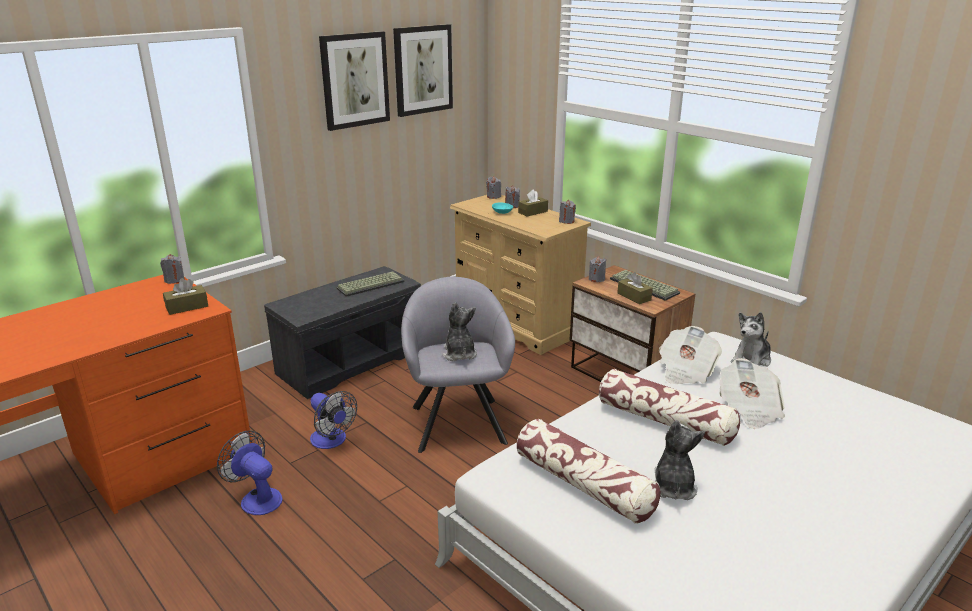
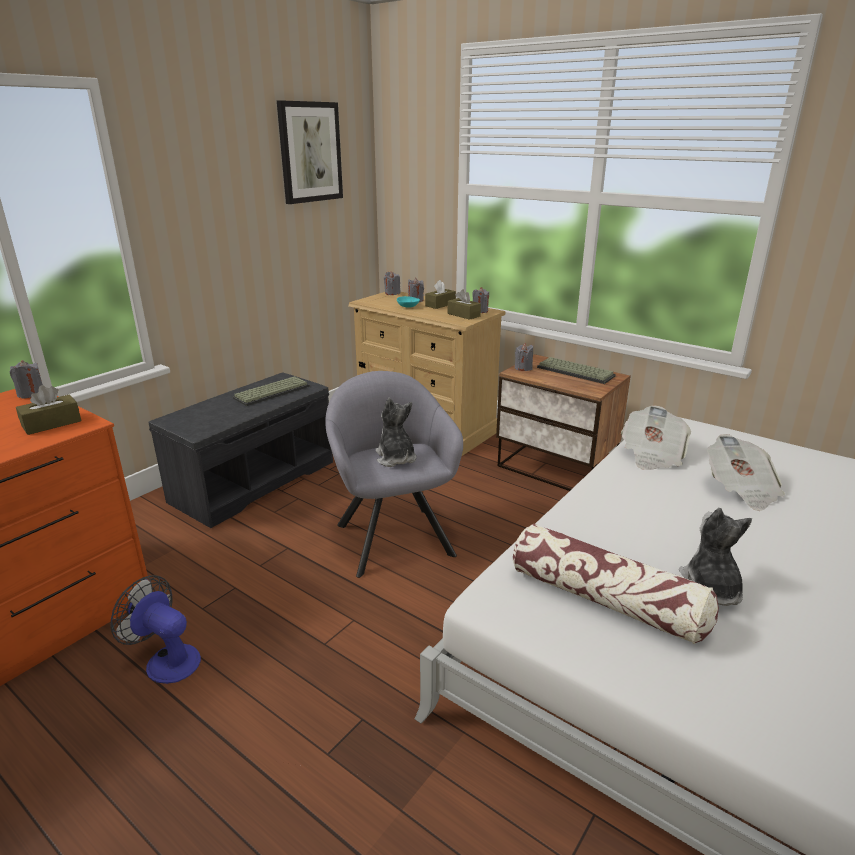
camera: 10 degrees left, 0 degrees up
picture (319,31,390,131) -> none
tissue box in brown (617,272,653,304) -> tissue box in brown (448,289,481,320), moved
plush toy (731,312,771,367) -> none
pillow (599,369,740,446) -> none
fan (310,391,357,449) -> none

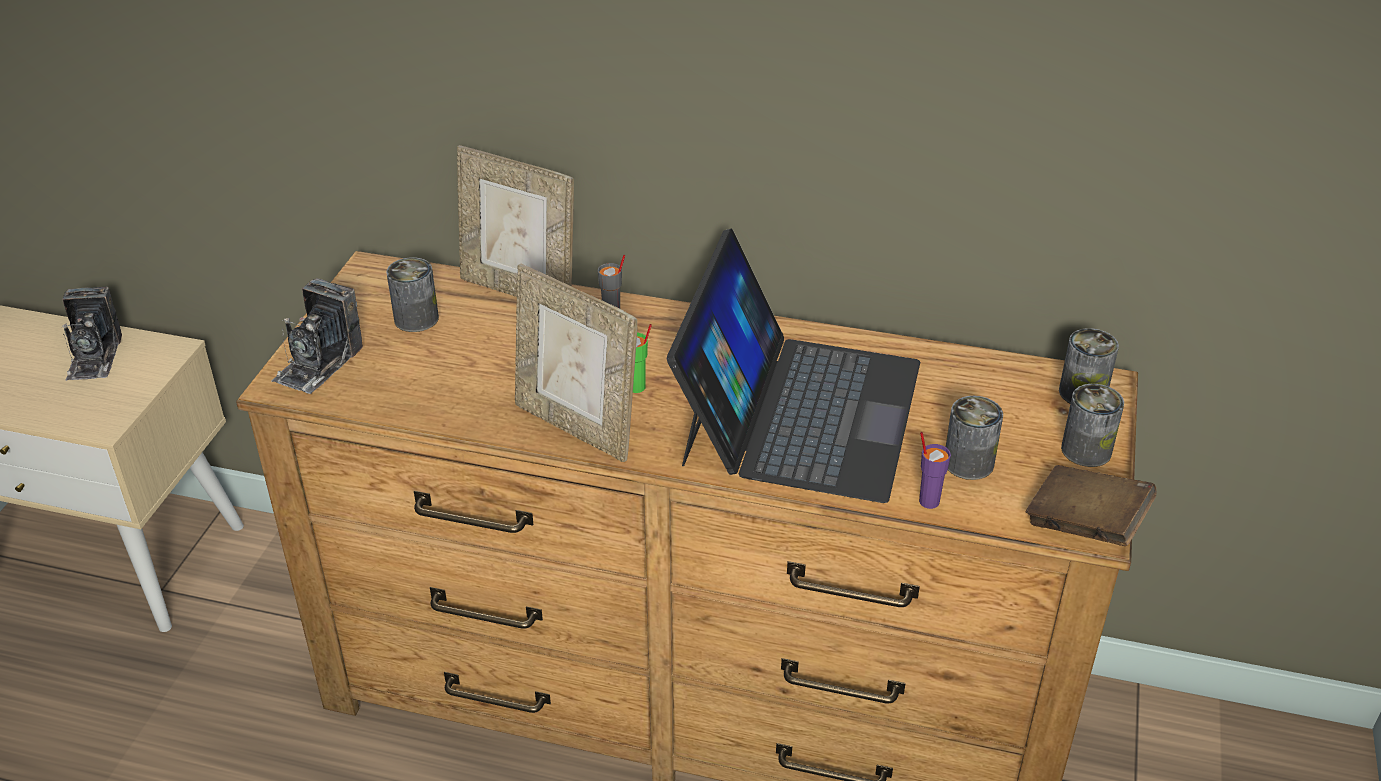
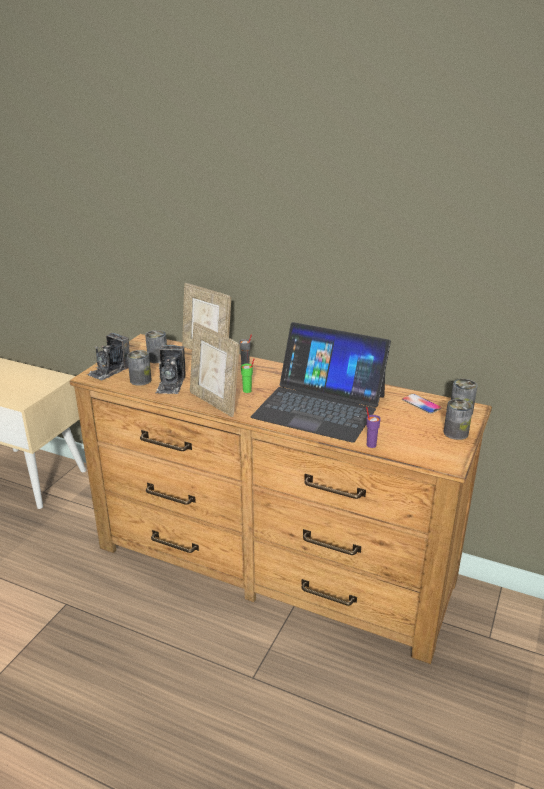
camera: 10 degrees right, 10 degrees down
laptop (667,229,920,503) -> laptop (251,322,391,443), 90 degrees clockwise
photo camera (62,287,122,381) -> photo camera (156,345,185,394), moved
can (946,396,1003,480) -> can (127,350,152,386), moved
book in brown (1026,465,1156,546) -> none
none -> phone (402,394,441,414)

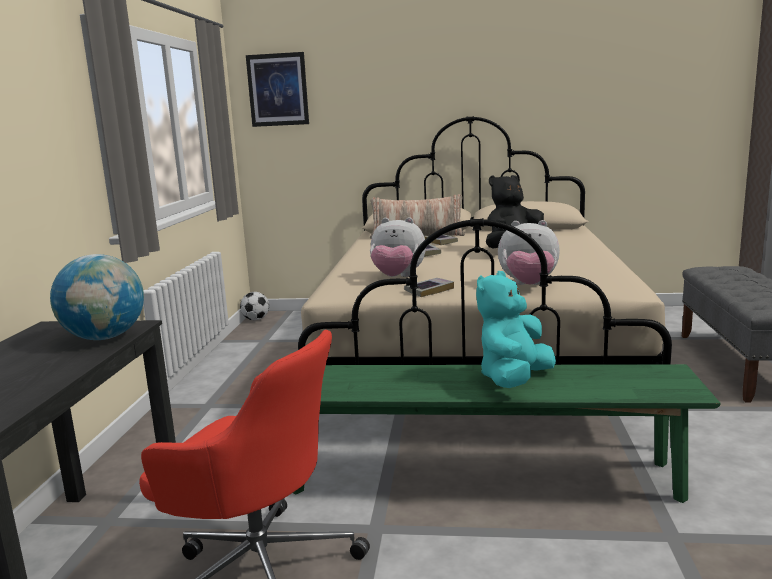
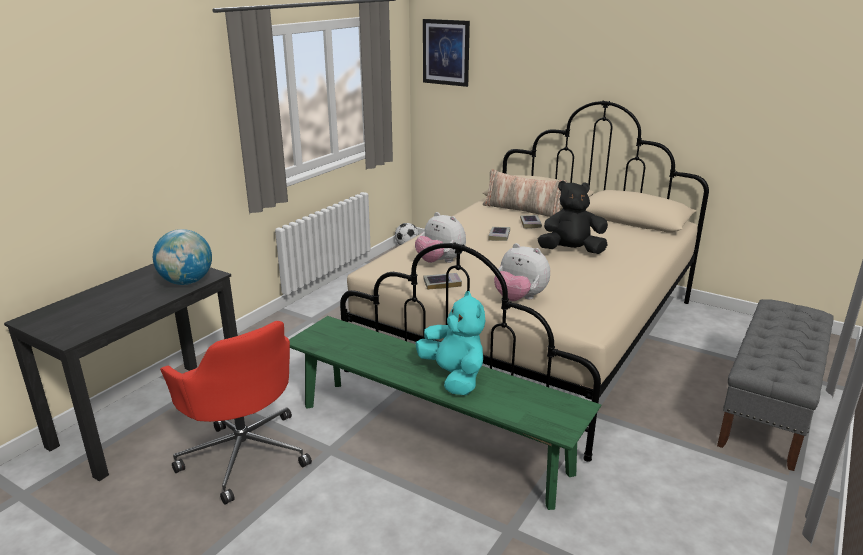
camera: 25 degrees right, 10 degrees up
plush toy in turquoise (476,271,556,388) -> plush toy in turquoise (415,291,485,395), 90 degrees clockwise

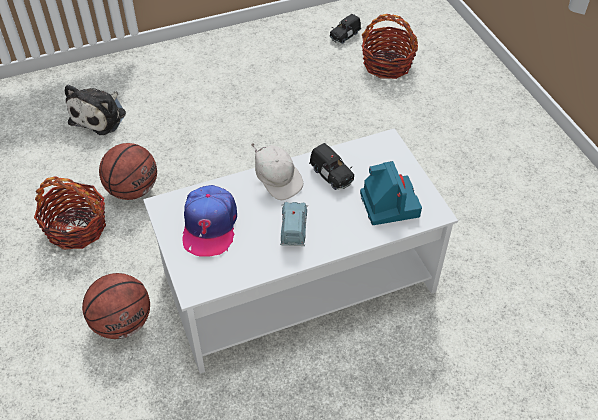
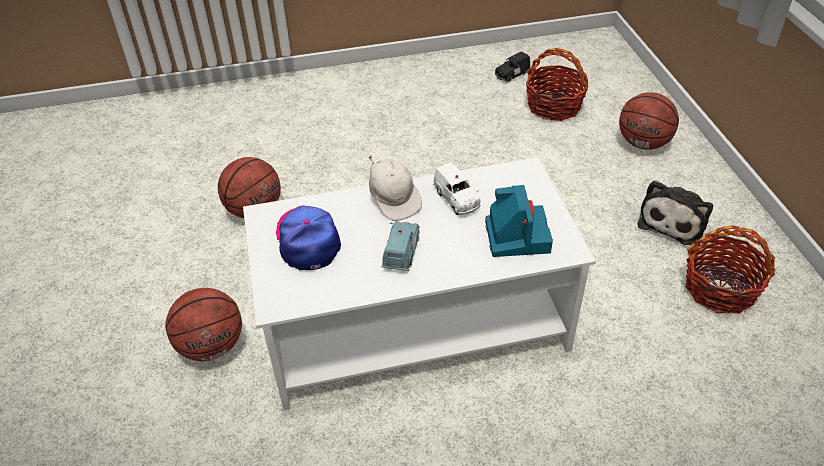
camera: 10 degrees right, 5 degrees down
plush toy (65,84,126,135) -> plush toy (637,180,713,245), moved
toy car in black (309,143,354,190) -> toy car in white (433,162,481,215)
basket (34,176,106,250) -> basket (685,225,775,314), moved
cap (183,185,237,256) -> cap (276,205,341,270), 150 degrees clockwise
none -> basketball (619,92,679,150)

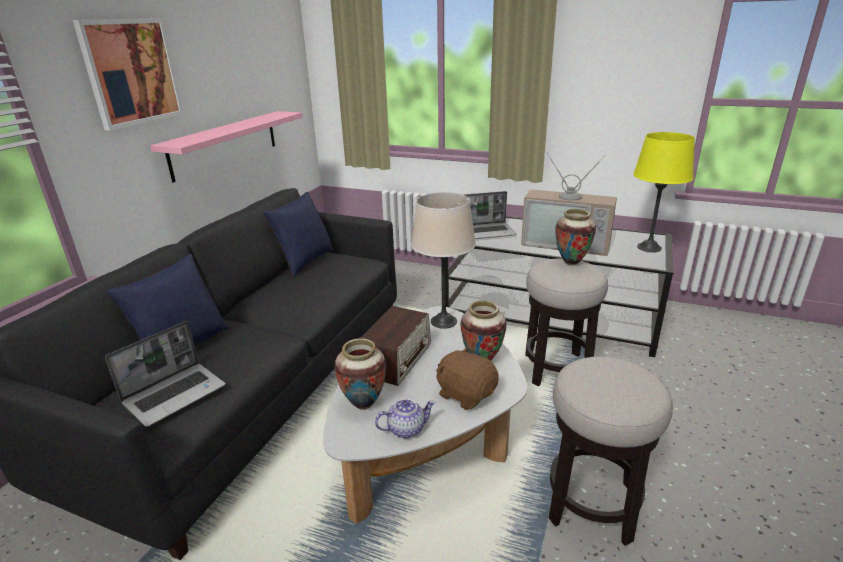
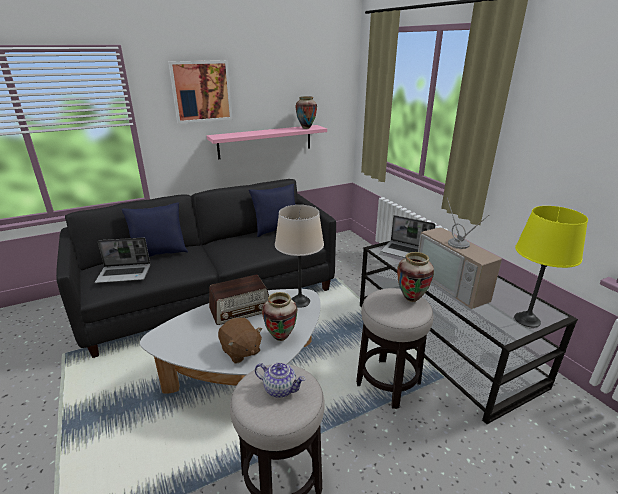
camera: 40 degrees right, 0 degrees up
vase (334,338,386,410) -> vase (295,96,317,129), moved
plush toy in brown (436,346,499,410) -> plush toy in brown (218,318,262,364), 150 degrees clockwise
teapot (375,399,436,438) -> teapot (255,362,305,398), moved

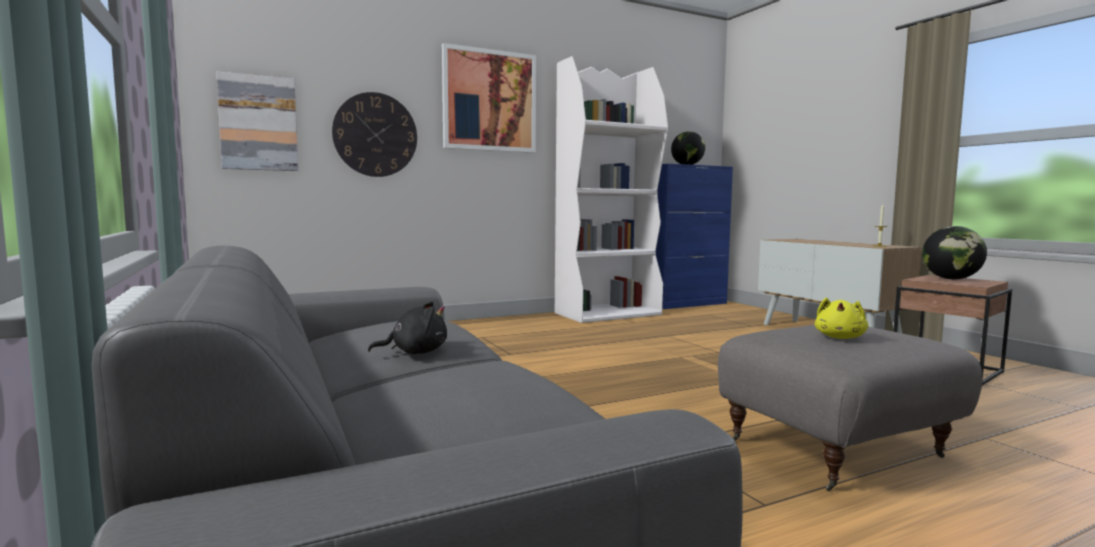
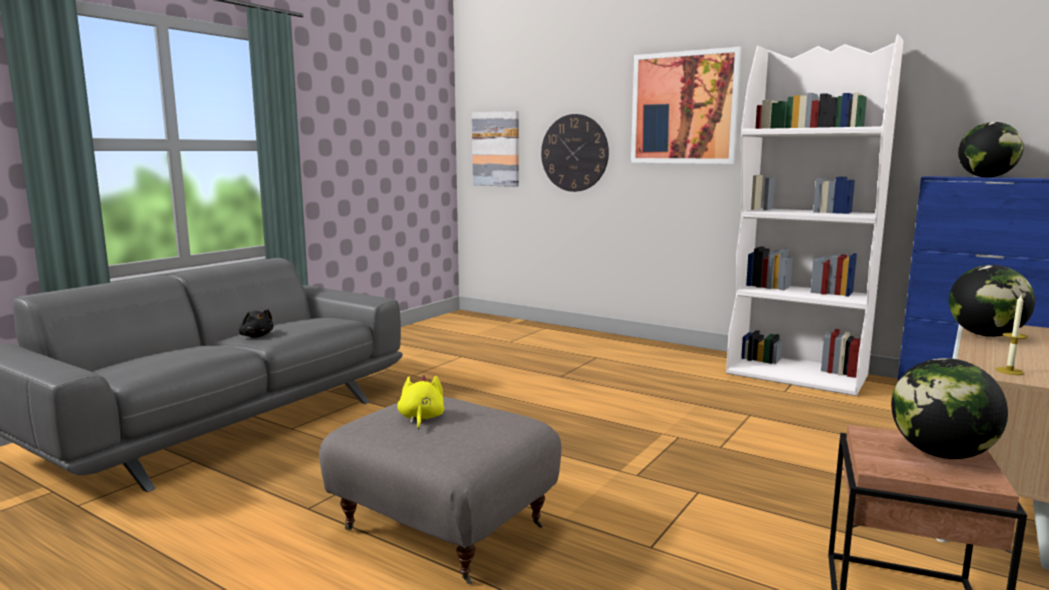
camera: 60 degrees right, 5 degrees up
plush toy in yellow (815,298,868,339) -> plush toy in yellow (397,375,444,429), 90 degrees clockwise
none -> globe (949,265,1035,337)

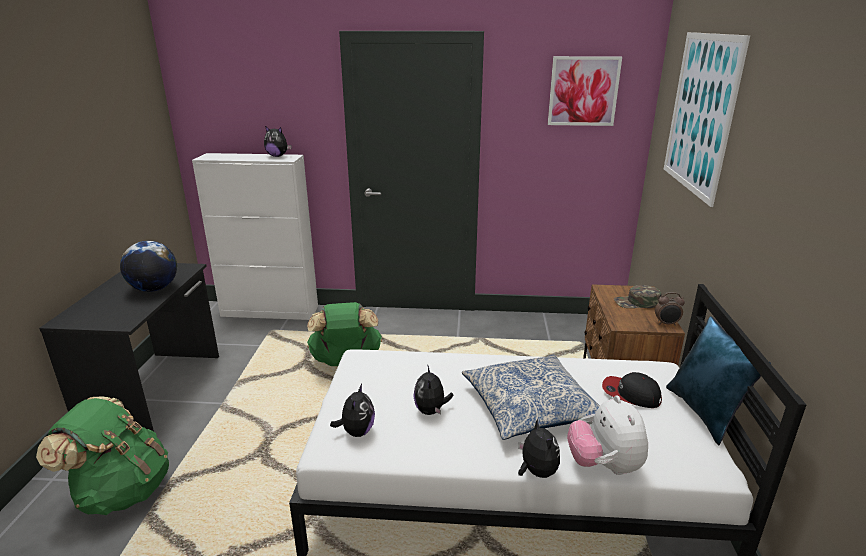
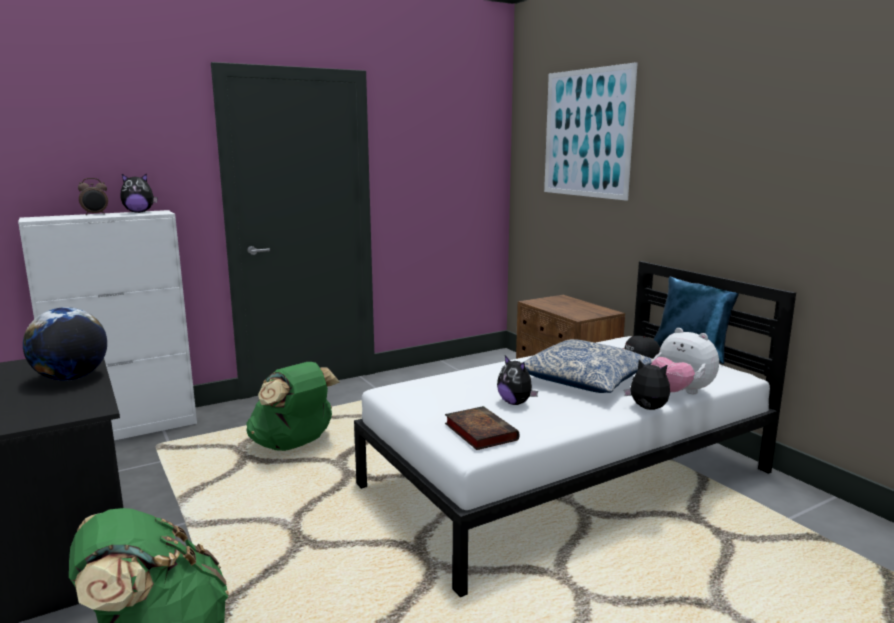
camera: 35 degrees left, 10 degrees down
picture (548,56,622,126) -> none
cap in green (614,285,662,308) -> none
alarm clock (655,292,685,326) -> alarm clock (78,178,108,215), moved
plush toy (330,384,375,437) -> book (445,406,519,450)

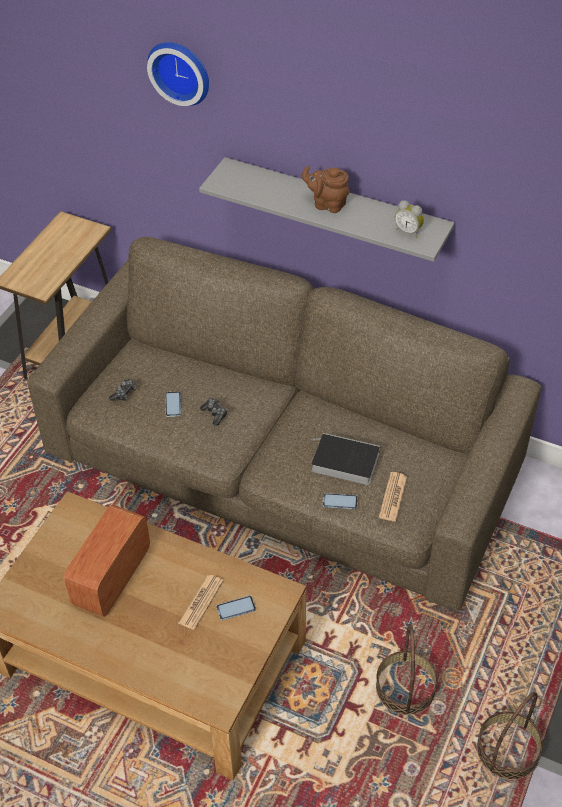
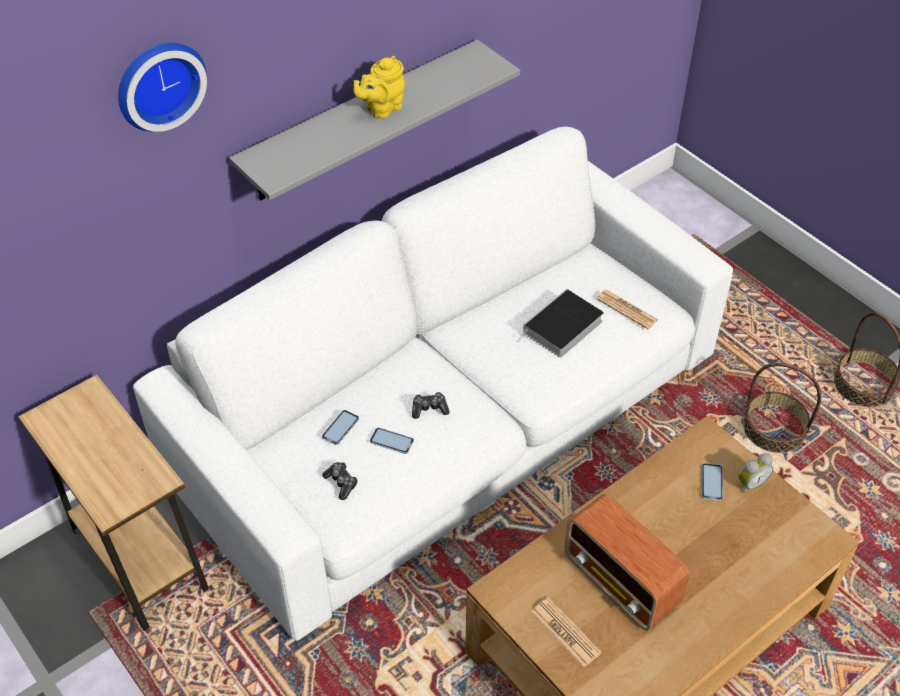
camera: 65 degrees left, 0 degrees up
teapot in brown (302,166,350,213) -> teapot in yellow (353,56,405,119)
alarm clock (395,200,424,238) -> alarm clock (738,453,773,493), moved
sofa in brown (27,237,541,611) -> sofa in white (133,127,733,641)
phone (323,493,358,509) -> phone (322,410,359,445), moved
newspaper (178,575,223,630) -> newspaper (531,597,602,667), moved

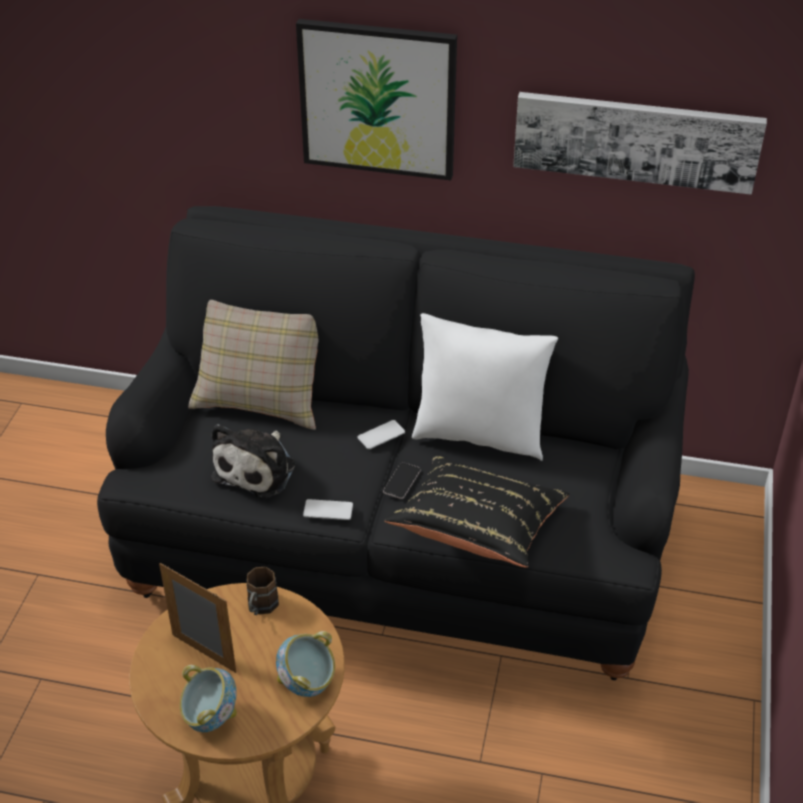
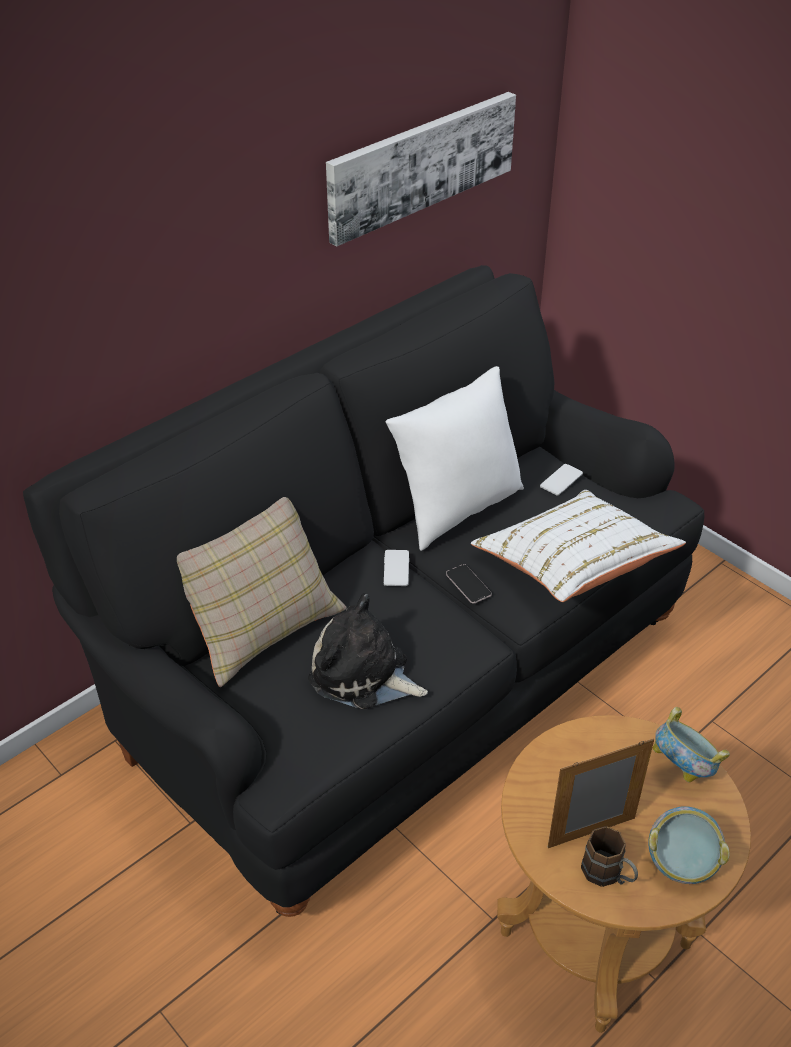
camera: 55 degrees left, 0 degrees up
picture (296,19,457,180) -> none
plush toy (211,424,295,498) -> plush toy (308,593,428,709), 150 degrees clockwise
pillow in black (385,455,569,568) -> pillow in white (471,490,686,602)
phone (303,499,353,520) -> phone (540,464,583,495), moved
mug in brown (246,567,279,615) -> mug in brown (581,826,638,887), moved

